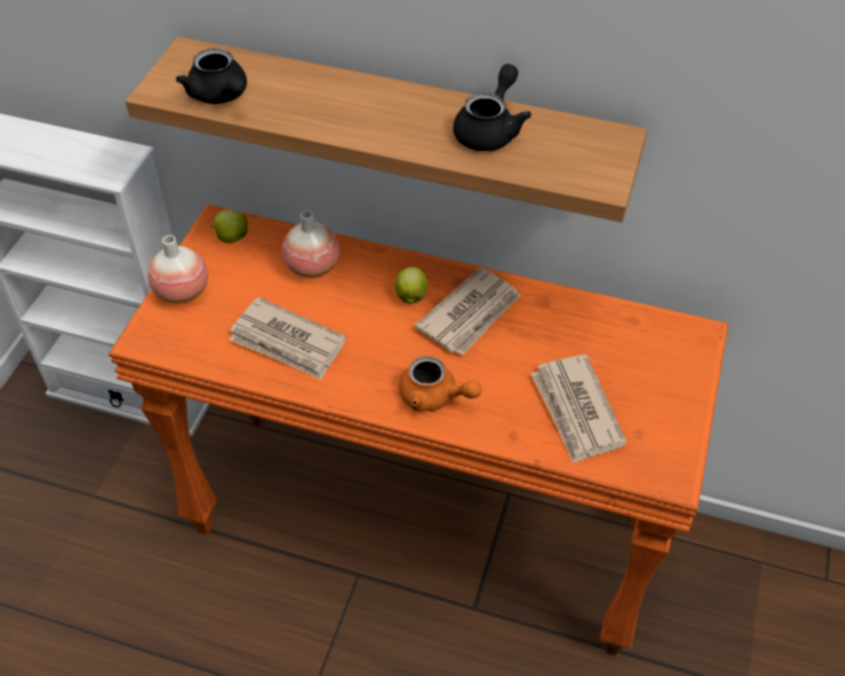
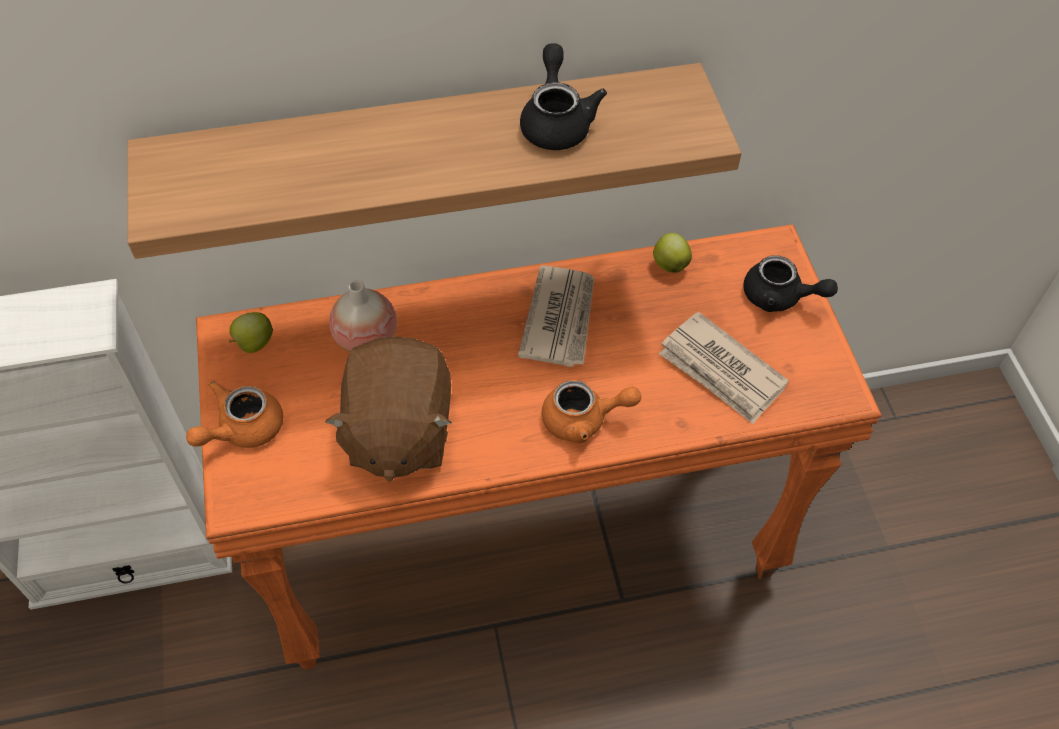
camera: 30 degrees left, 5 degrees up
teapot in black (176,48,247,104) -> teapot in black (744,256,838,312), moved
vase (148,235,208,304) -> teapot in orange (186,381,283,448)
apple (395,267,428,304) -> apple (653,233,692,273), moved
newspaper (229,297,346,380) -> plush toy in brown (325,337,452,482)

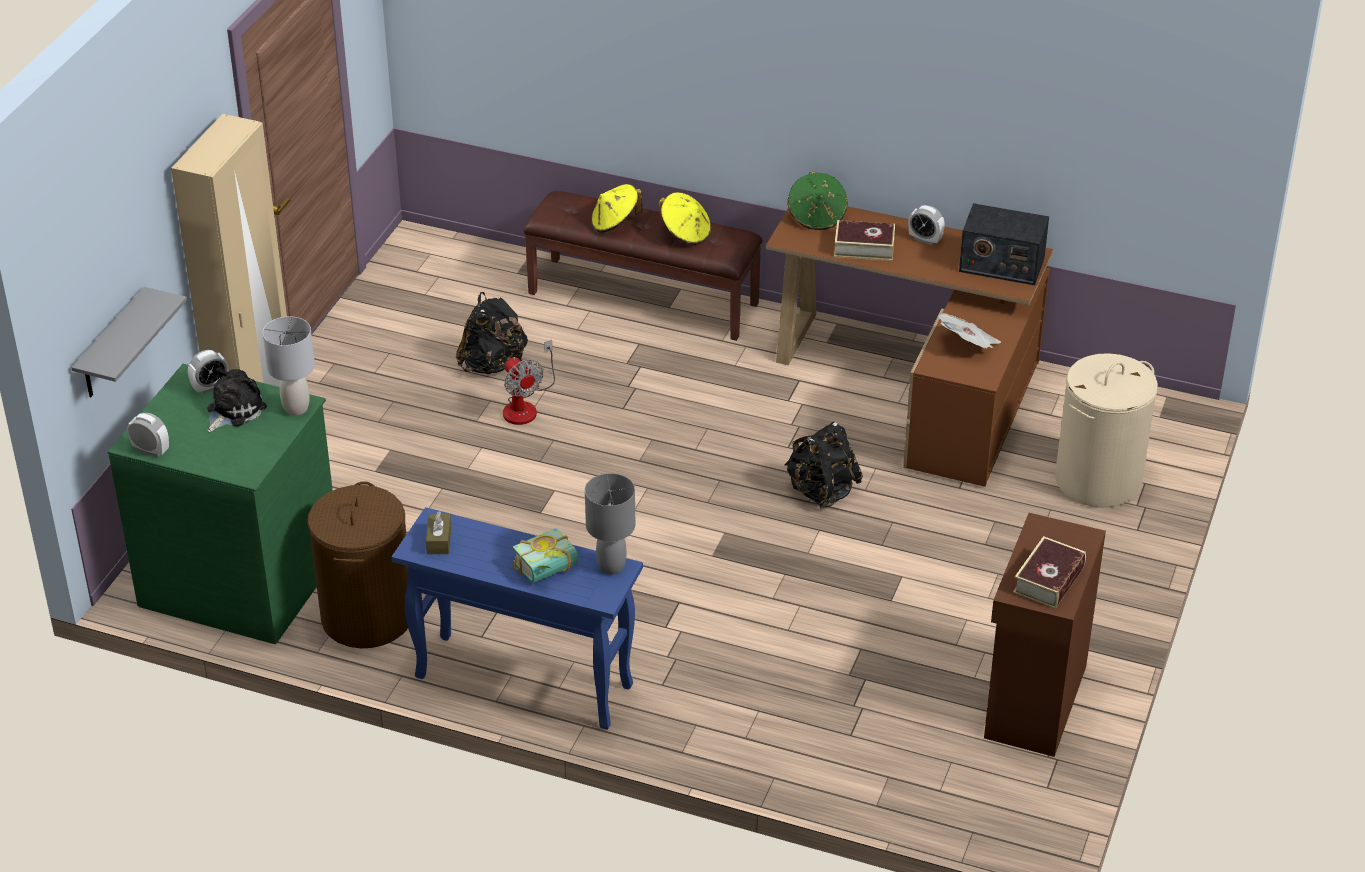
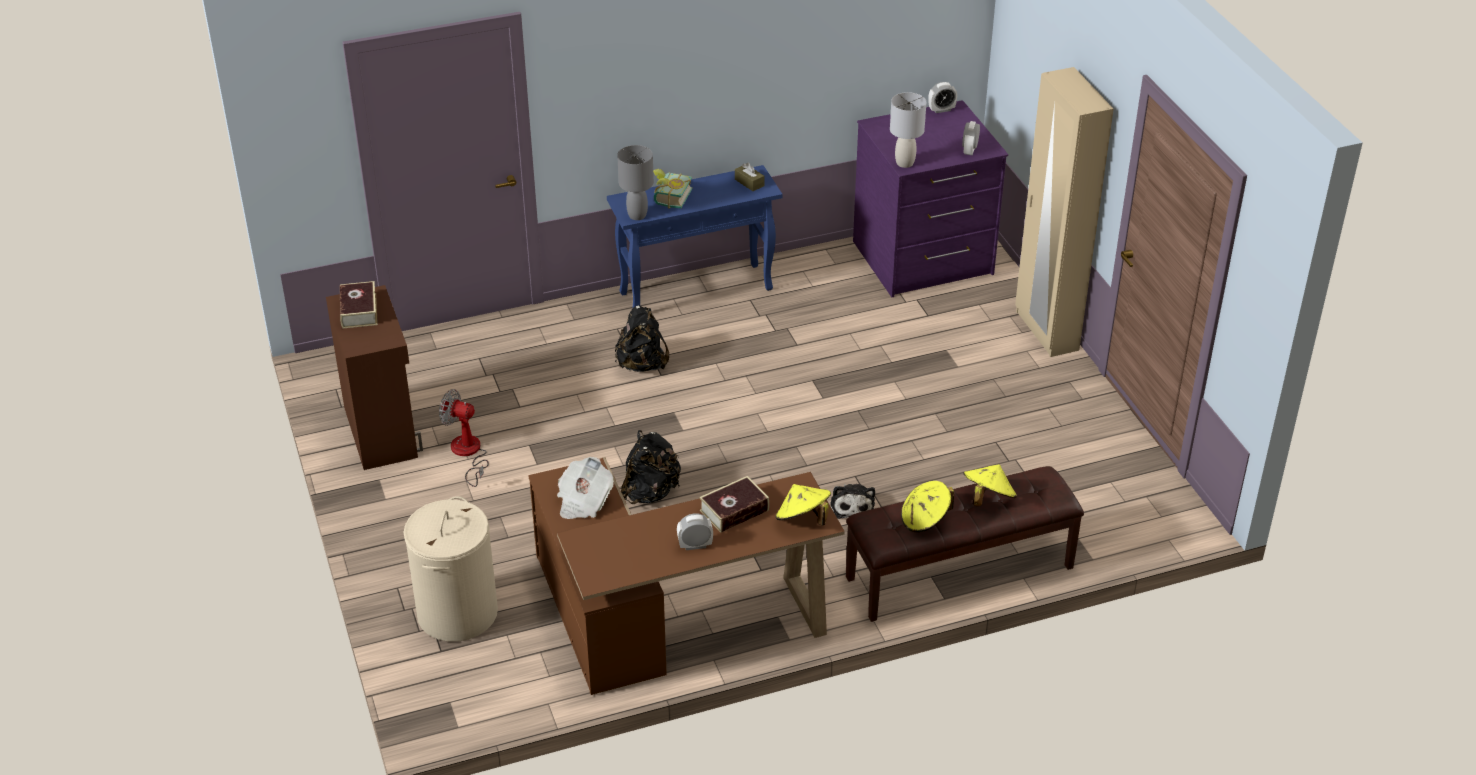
camera: 140 degrees right, 0 degrees up
hat in green (787,172,848,230) -> hat in yellow (776,484,831,526)
radio (959,203,1049,285) -> none
shelf in grey (71,287,187,397) -> none
backpack in black (456,292,528,374) -> backpack in black (615,306,669,372), moved
fan (503,340,555,425) -> fan (439,389,489,487), moved
dresser in green (108,364,333,644) -> dresser in purple (853,100,1008,297)
plush toy (207,368,267,432) -> plush toy (831,484,875,519), moved
laundry basket in brown (308,481,408,648) -> none

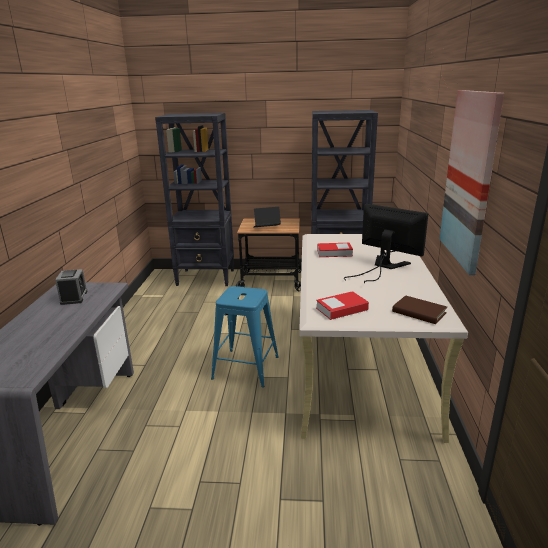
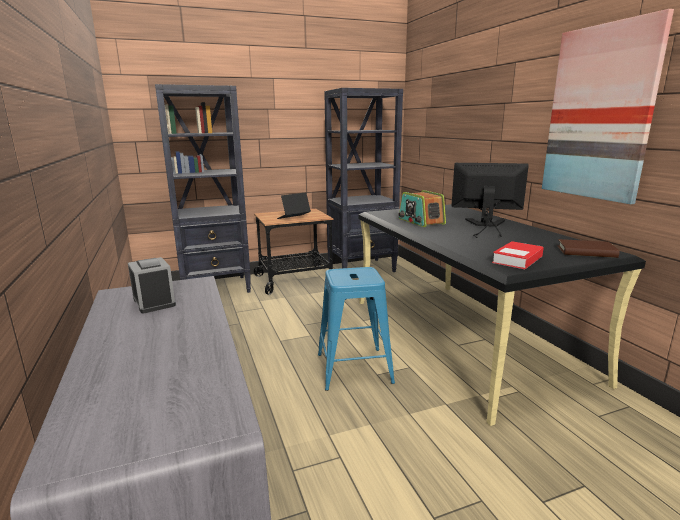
camera: 25 degrees left, 5 degrees down
desk in beige (299,234,468,443) -> desk in black (359,204,646,426)
book (317,243,353,257) -> radio (398,190,446,227)

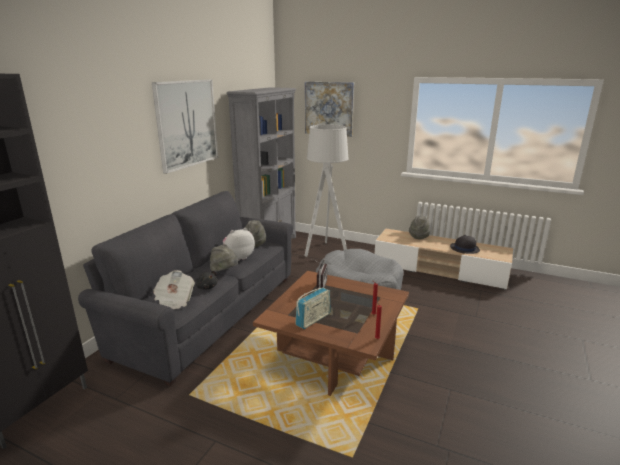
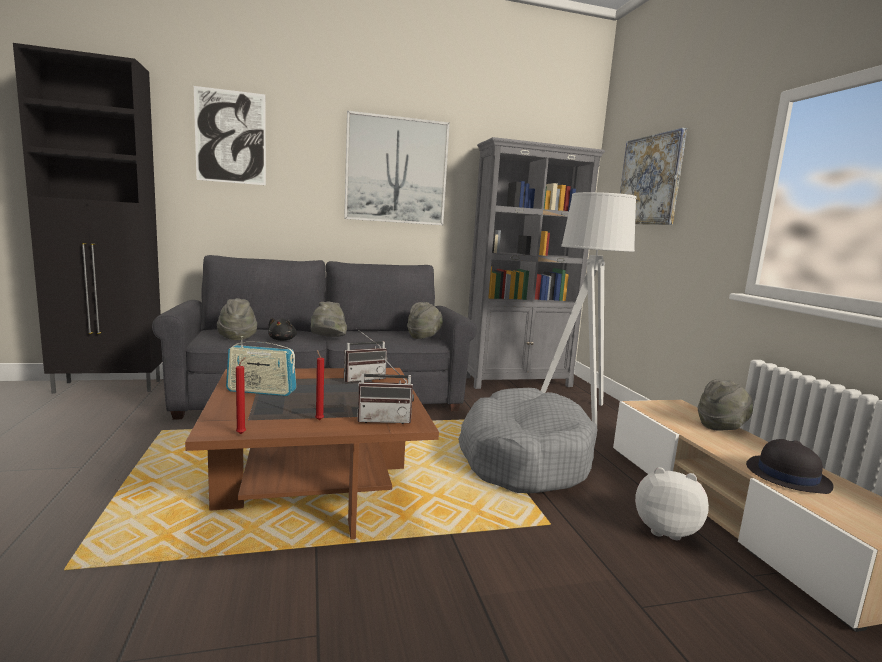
camera: 50 degrees right, 10 degrees down
plush toy (223,228,255,261) -> plush toy (635,467,709,540), moved
newspaper (153,270,195,309) -> hat in grey (217,298,257,340)
none -> picture (194,86,266,185)
none -> radio (357,356,414,424)

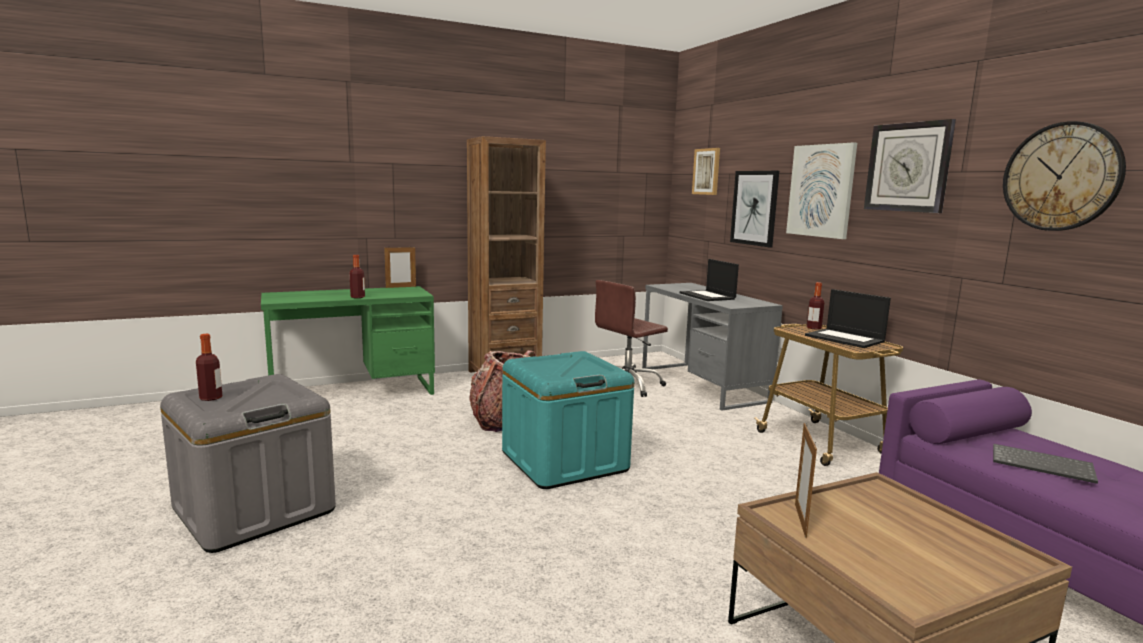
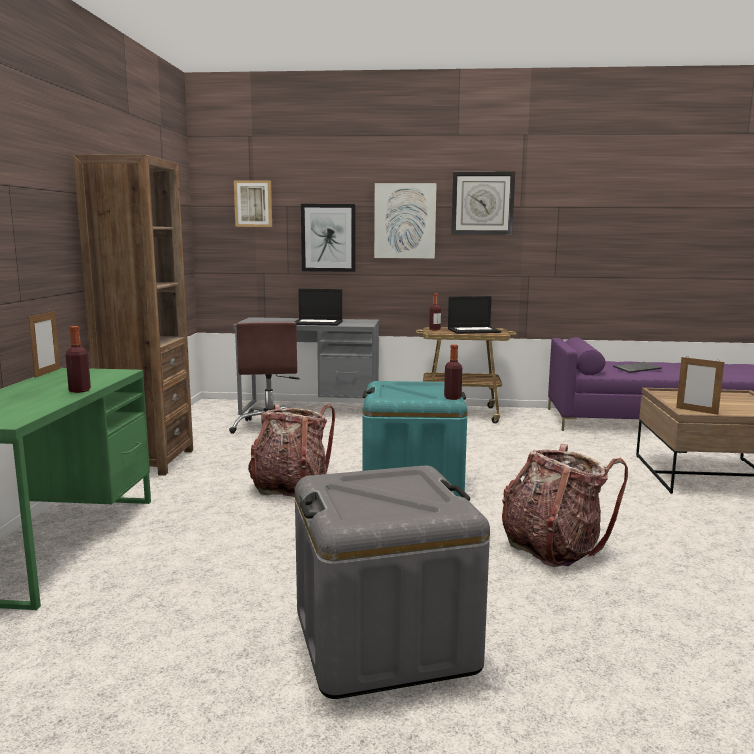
camera: 60 degrees left, 0 degrees up
wall clock (1003,121,1126,231) -> none
bottle (196,334,222,401) -> bottle (444,344,462,400), moved
none -> backpack (502,444,628,567)

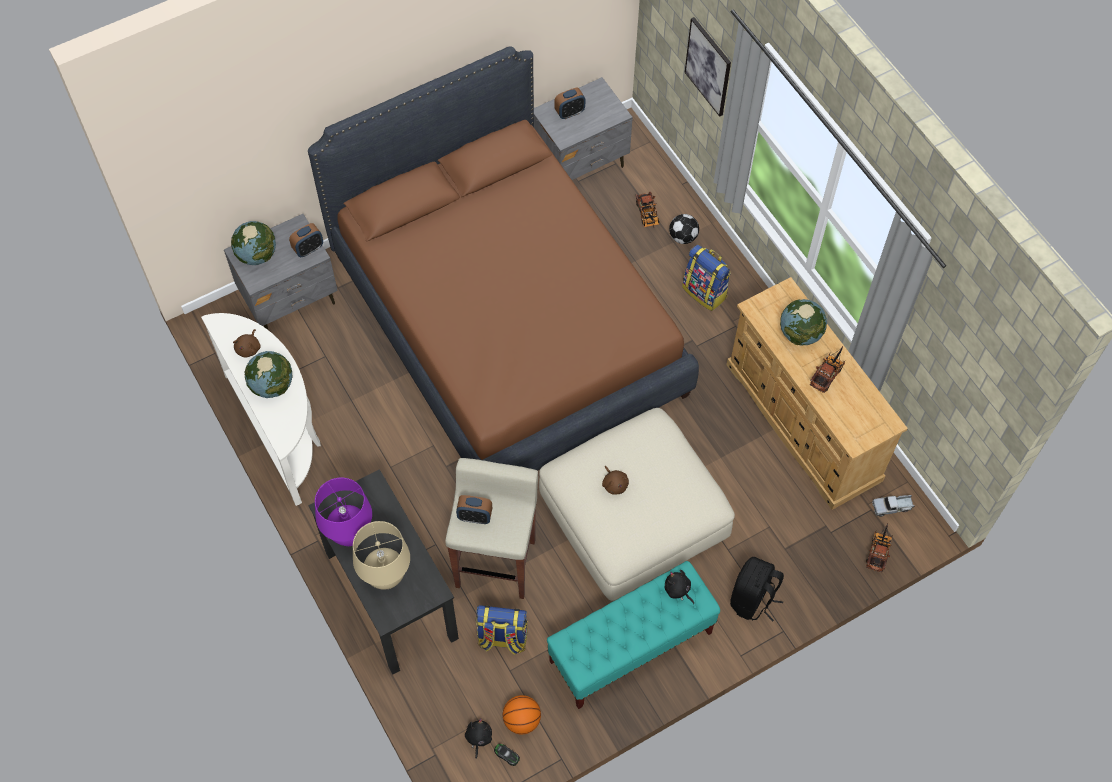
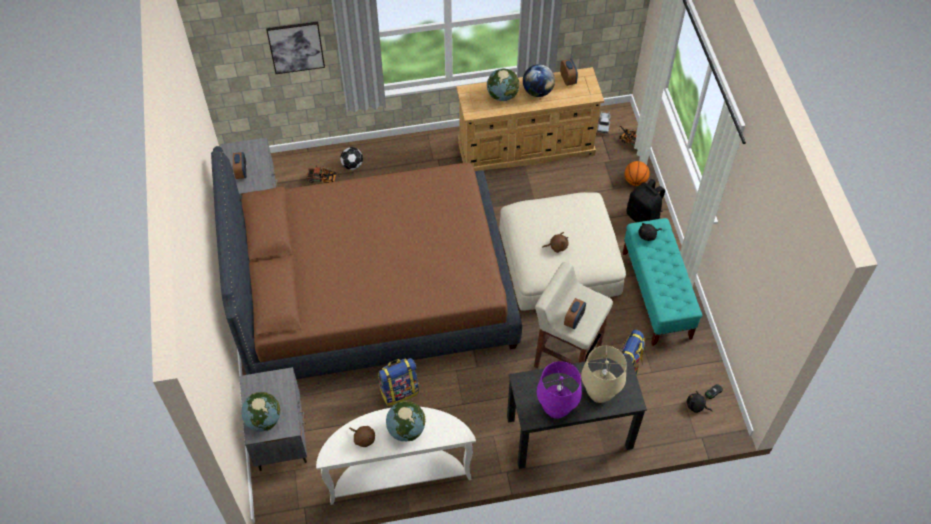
camera: 70 degrees left, 5 degrees down
alarm clock (289,223,323,257) -> alarm clock (560,59,578,86), moved
backpack (682,244,731,311) -> backpack (378,358,419,406), moved
toy truck (810,346,845,393) -> globe (523,64,555,97)
basketball (503,695,541,735) -> basketball (625,161,650,186), moved

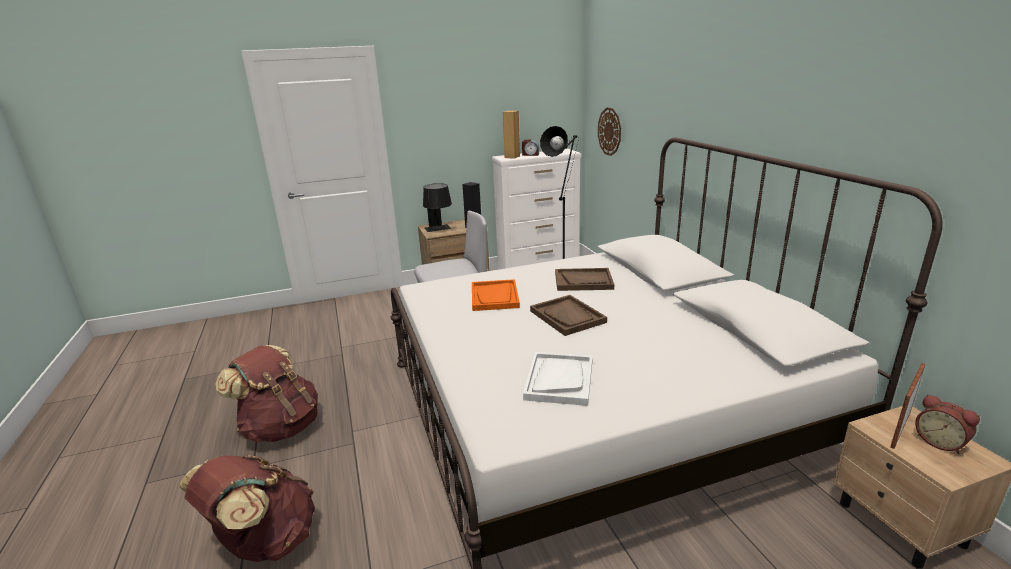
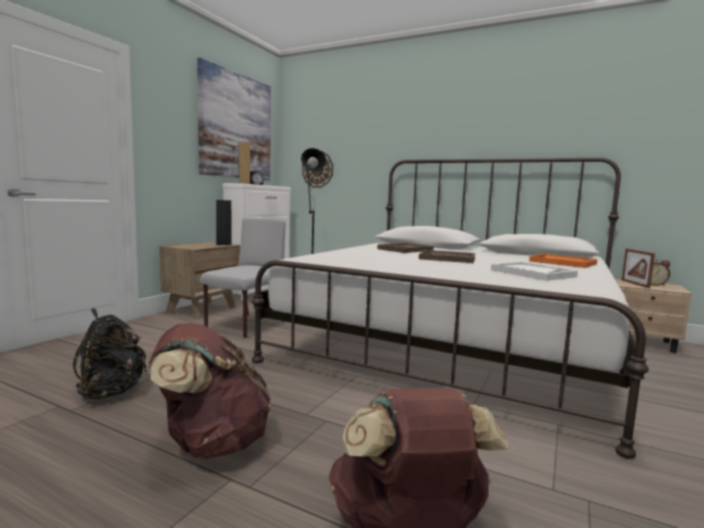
camera: 45 degrees left, 15 degrees down
table lamp in black (423,183,452,232) -> none
tray in orange (472,279,520,311) -> tray in orange (529,254,597,268), moved
none -> picture (197,58,271,181)
none -> backpack in black (73,308,147,399)

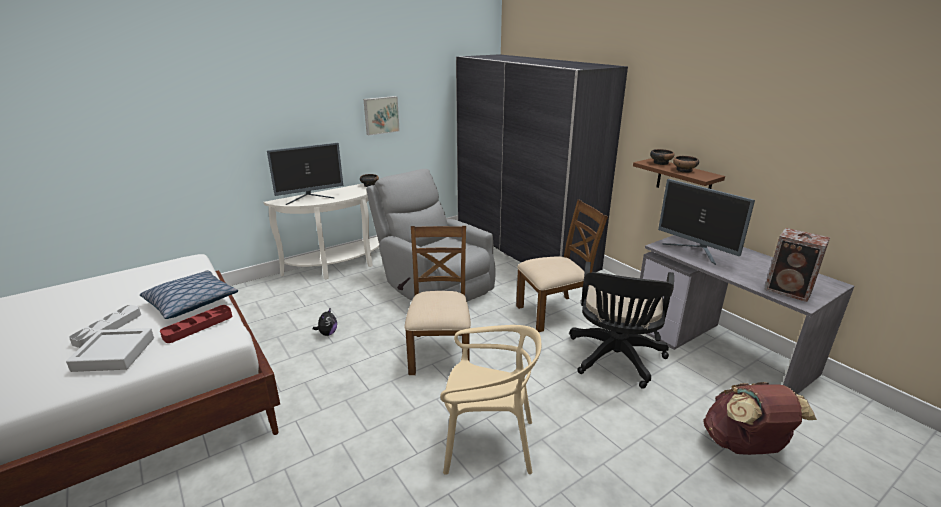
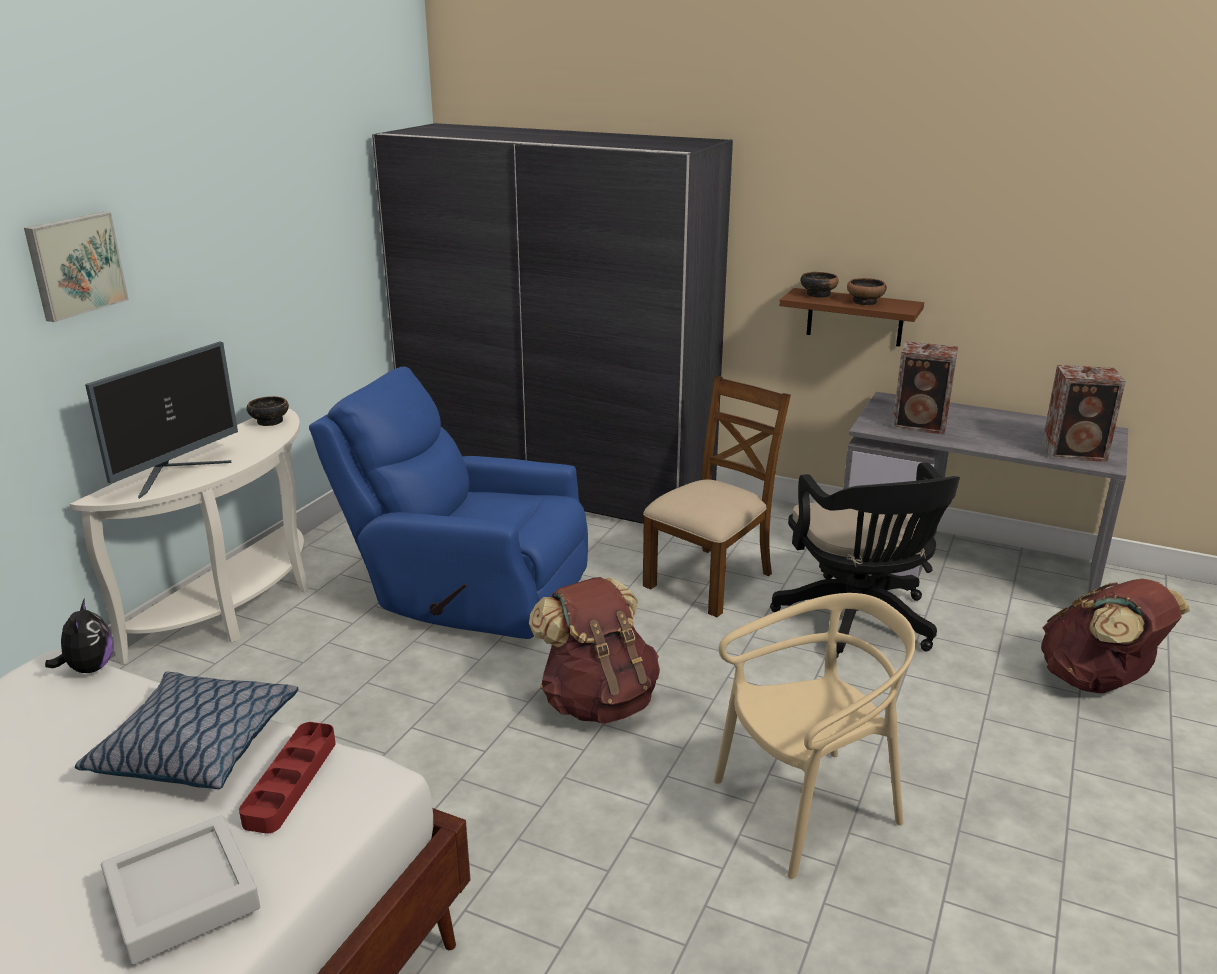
camera: 30 degrees left, 0 degrees up
picture (364,96,400,136) -> picture (24,212,129,322), moved
armchair in grey (366,169,495,301) -> armchair in blue (309,367,588,639)
monitor (658,179,755,265) -> speaker (892,341,958,435)
chair in brown (404,226,471,375) -> backpack in brown (529,577,660,724)
tray in grey (69,305,141,348) -> none
plush toy (313,307,337,336) -> plush toy (45,599,113,673), moved

